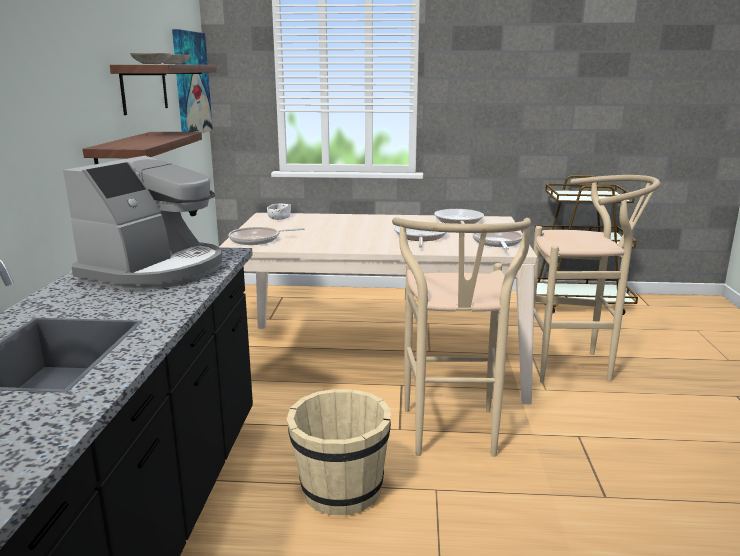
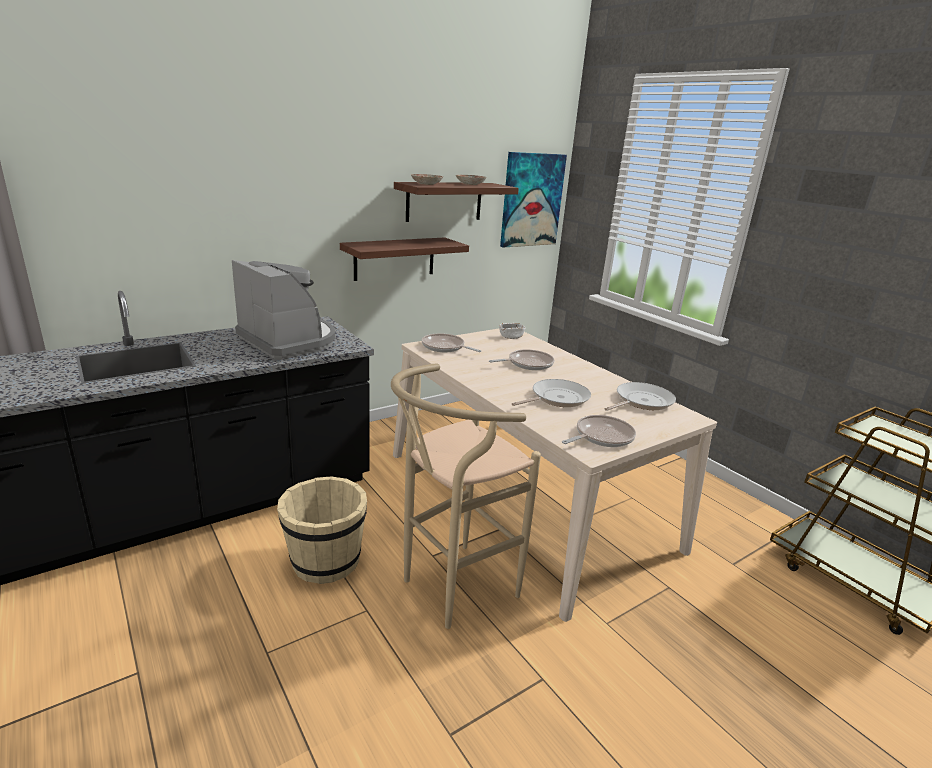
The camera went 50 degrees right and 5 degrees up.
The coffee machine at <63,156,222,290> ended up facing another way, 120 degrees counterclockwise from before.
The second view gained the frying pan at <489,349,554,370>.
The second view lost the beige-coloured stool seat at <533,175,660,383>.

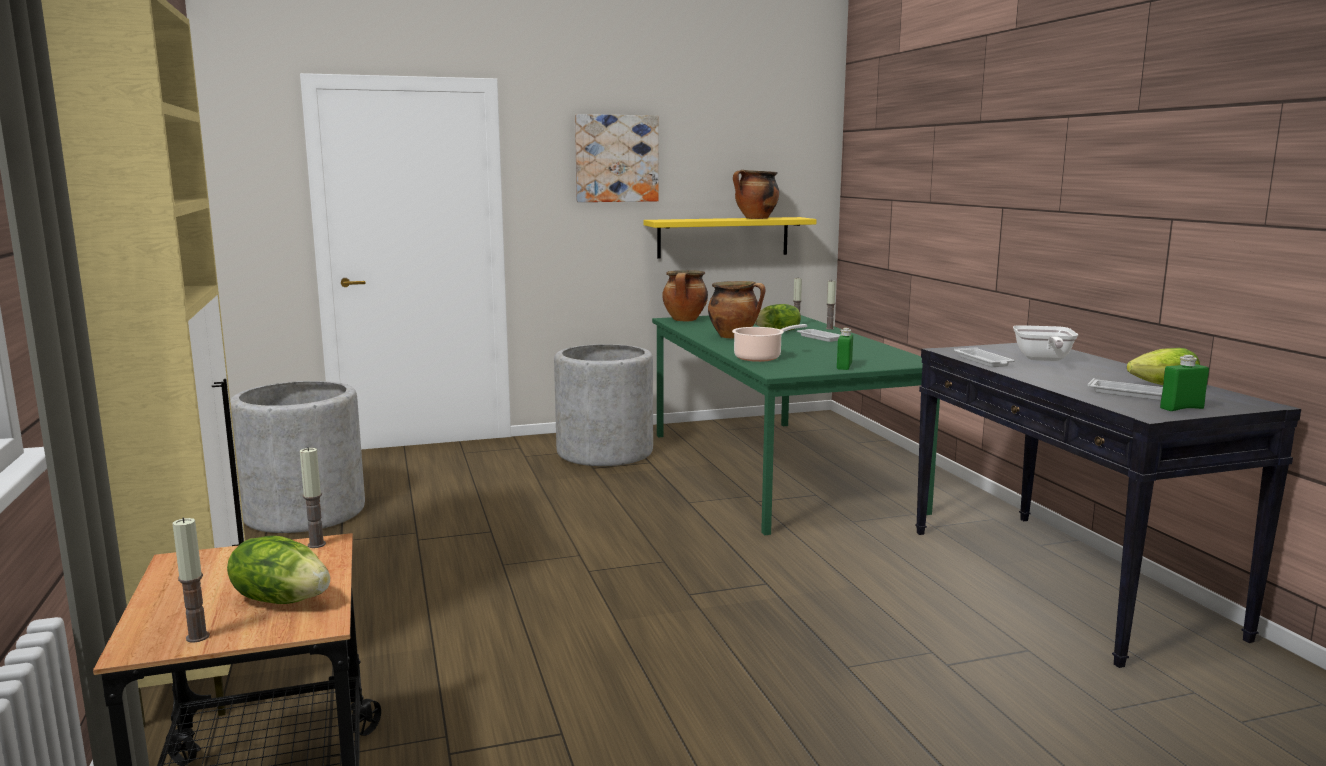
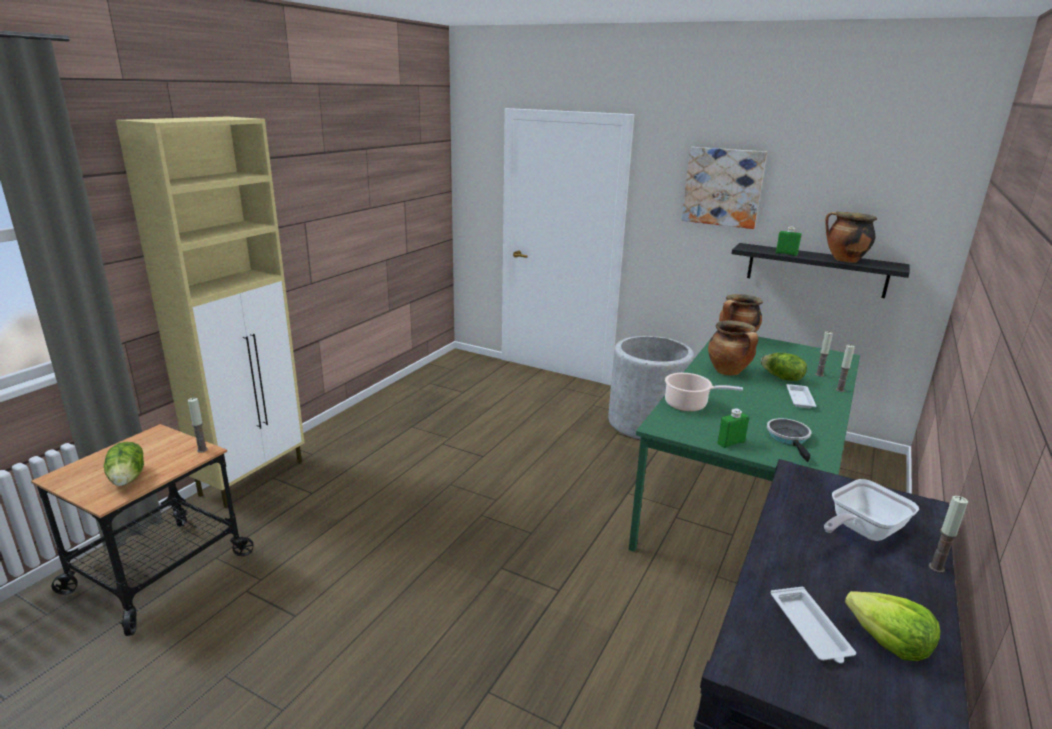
The camera went 45 degrees right and 10 degrees up.
What was the yellowish wall shelf at <643,217,817,259> turned into the black wall shelf at <732,243,910,298>.
The second view gained the frying pan at <767,418,811,462>.
The green-coloured bottle ended up elsewhere, having gone from <1160,355,1209,411> to <776,226,802,256>.
The candle ended up elsewhere, having gone from <173,518,210,643> to <929,496,968,573>.
The second view lost the gray flower pot at <230,381,365,533>.
The second view lost the white serving tray at <954,347,1015,367>.

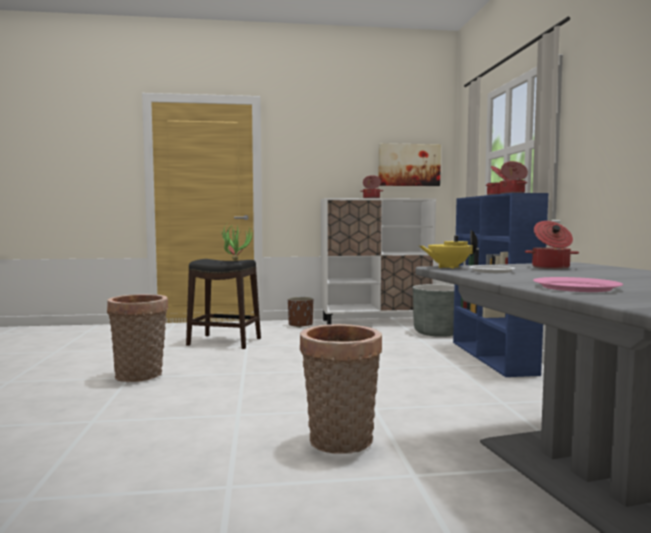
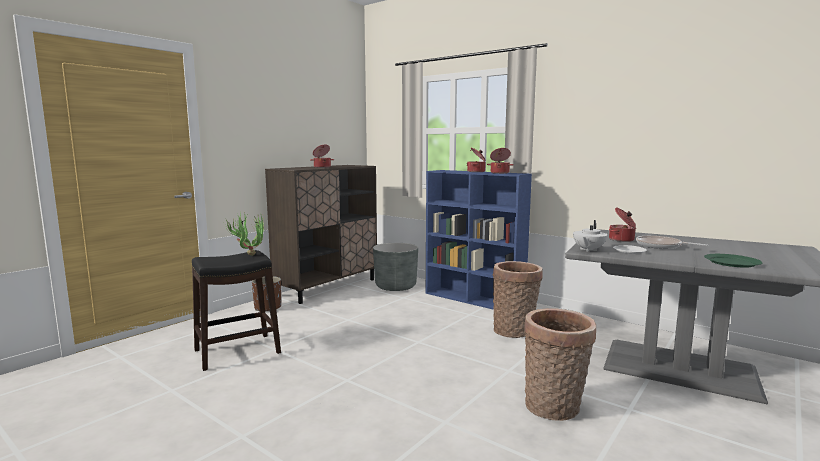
The camera went 45 degrees left and 5 degrees up.
What was the white storage cabinet at <321,198,436,325> turned into the brown storage cabinet at <265,165,377,304>.
The basket ended up elsewhere, having gone from <107,294,168,382> to <493,261,543,338>.
What was the yellowish teapot at <419,230,478,269> turned into the white teapot at <573,220,607,252>.
The second view gained the frying pan at <636,236,708,249>.
What was the pink plate at <533,277,623,292> turned into the green-coloured plate at <704,254,762,268>.
The second view lost the wall picture at <378,143,441,186>.

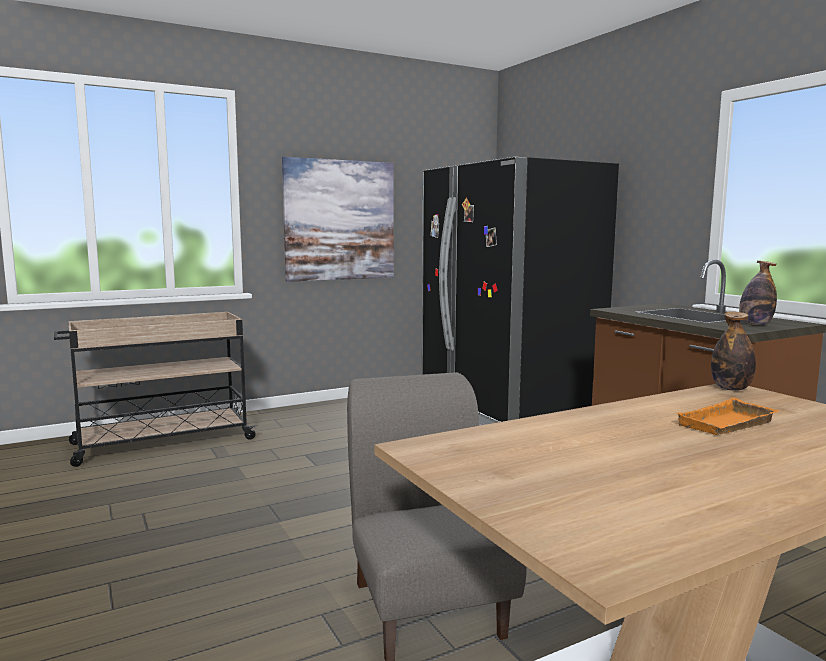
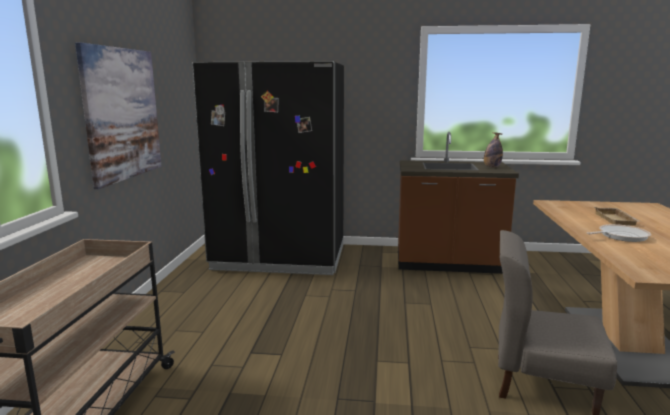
The camera went 55 degrees left and 5 degrees up.
The second view gained the frying pan at <587,224,651,242>.
What was the orange serving tray at <676,398,780,435> turned into the beige-coloured serving tray at <594,207,641,225>.
The second view lost the bottle at <711,311,756,391>.

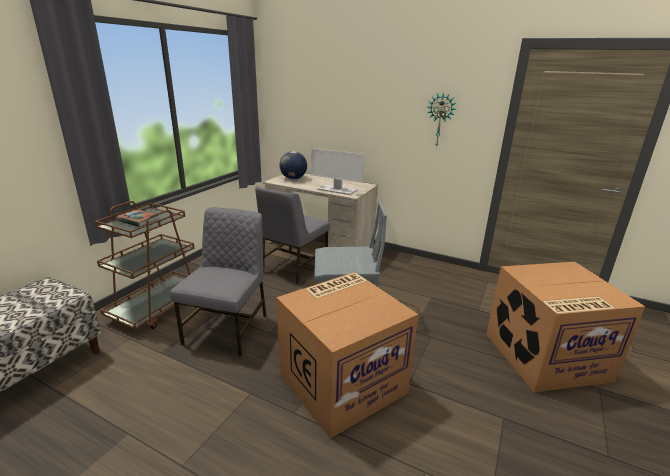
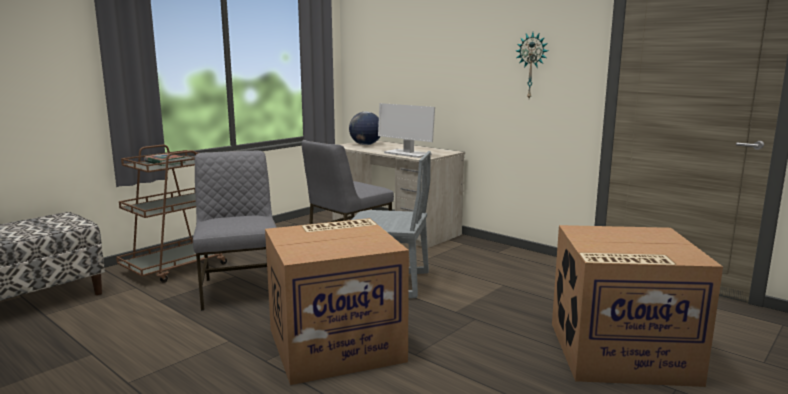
The camera went 15 degrees right and 10 degrees down.
The gray plain chair at <170,207,267,357> ended up facing another way, 45 degrees counterclockwise from before.

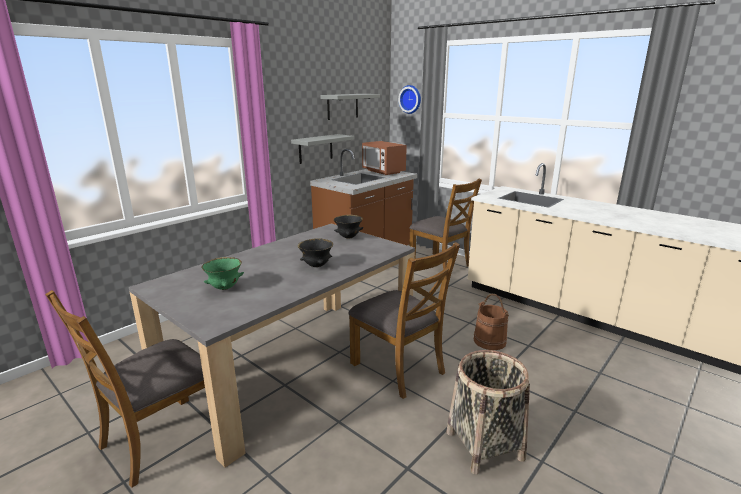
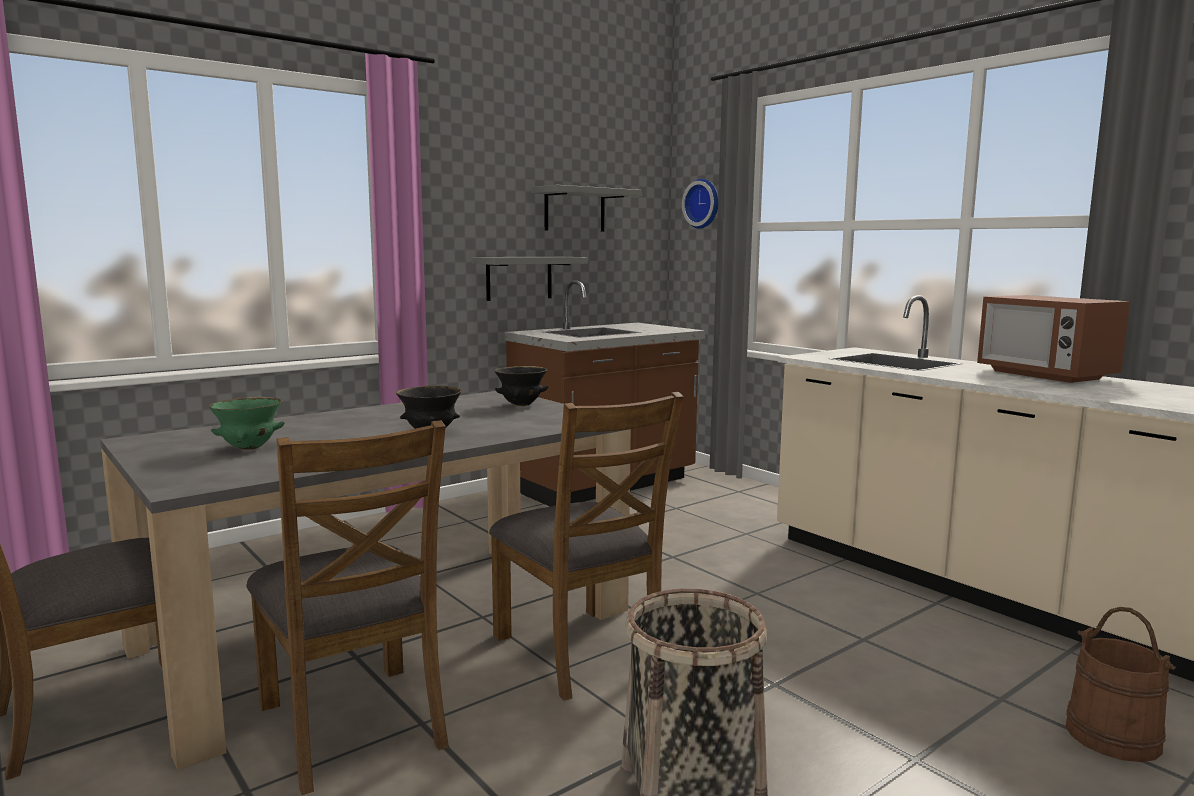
The camera went 10 degrees right and 10 degrees down.
The brown plain chair ended up elsewhere, having gone from <409,178,482,270> to <246,420,449,795>.
The kitchen microwave ended up elsewhere, having gone from <362,141,407,175> to <977,295,1130,383>.
The brown bucket ended up elsewhere, having gone from <473,294,509,350> to <1065,607,1176,762>.

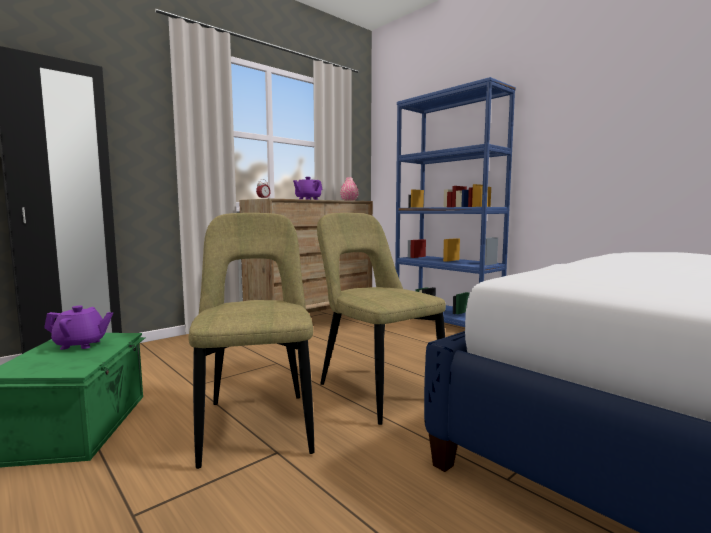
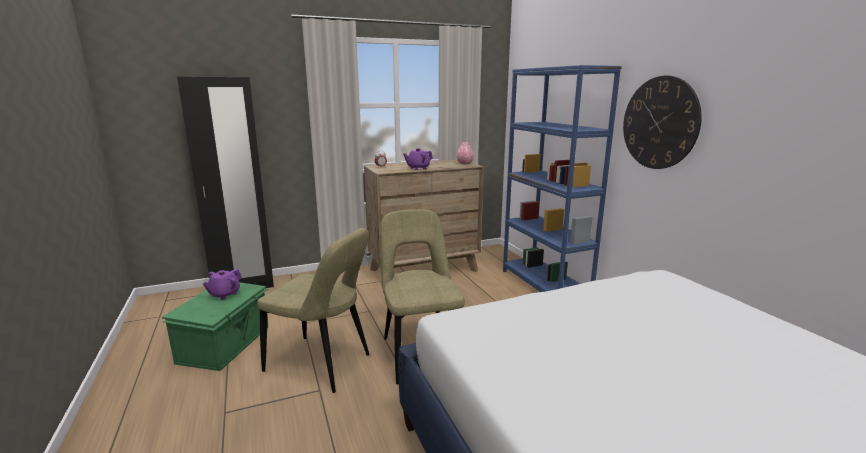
The camera went 20 degrees right and 10 degrees up.
The purple teapot at <44,306,113,350> ended up facing another way, 105 degrees clockwise from before.
The beige-coloured plain chair at <188,213,315,469> ended up facing another way, 105 degrees clockwise from before.
The second view gained the hanging clock at <623,76,702,169>.

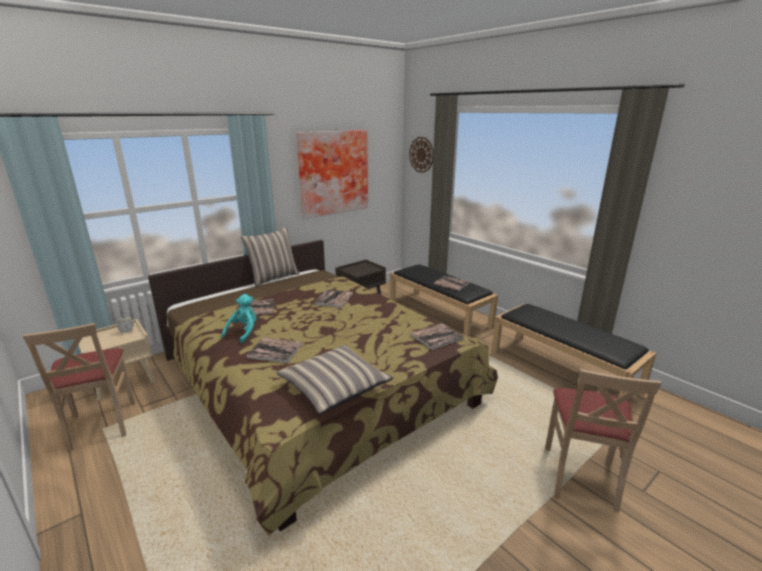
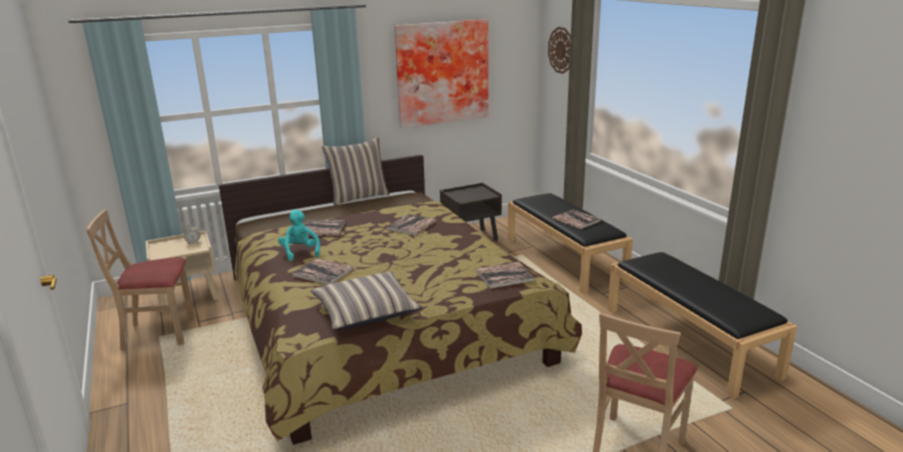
The camera went 15 degrees right and 0 degrees up.
The beige-coloured plain chair at <22,323,135,452> ended up facing another way, 90 degrees clockwise from before.
The blue-green plush toy at <221,294,257,344> ended up facing another way, 60 degrees counterclockwise from before.

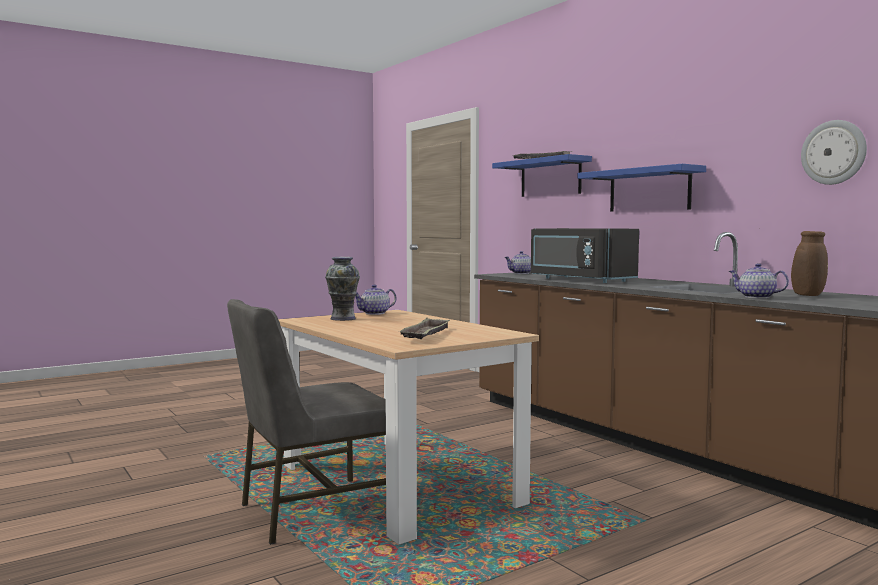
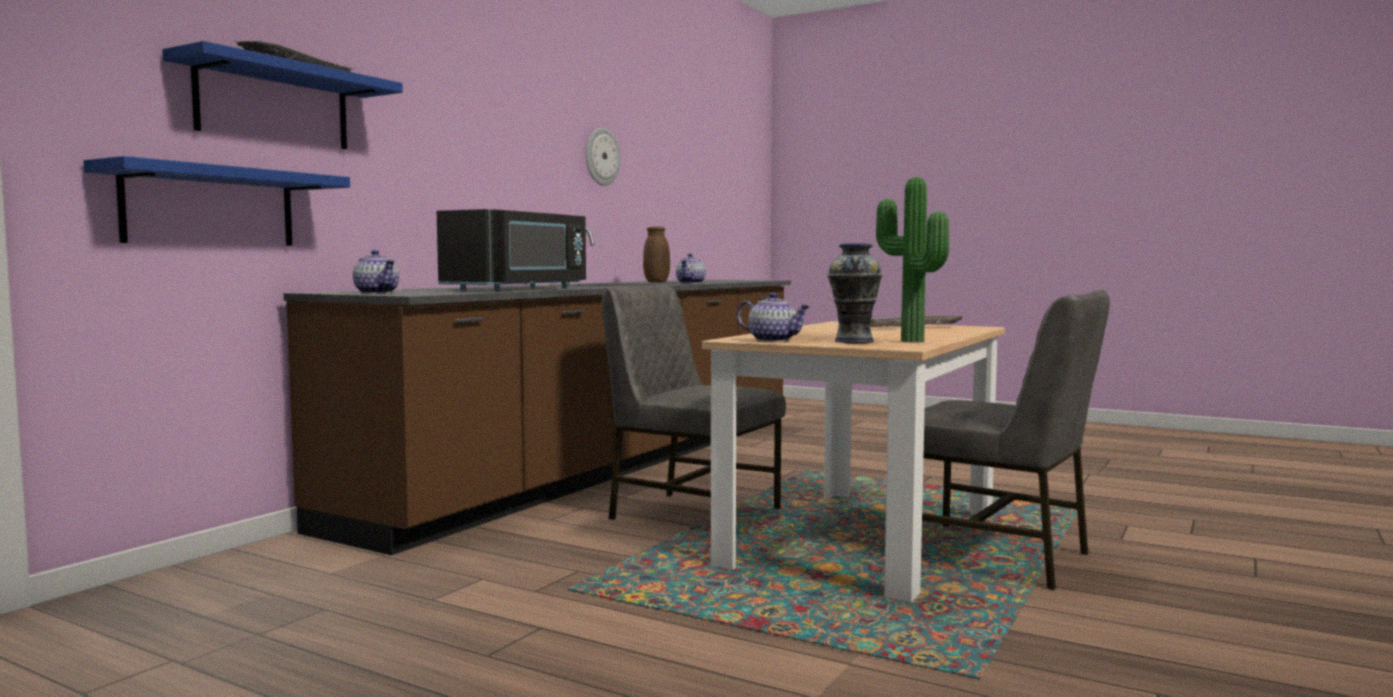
The camera went 115 degrees left and 0 degrees up.
The blue-coloured wall shelf ended up elsewhere, having gone from <577,164,706,211> to <83,156,350,246>.
The second view gained the gray plain chair at <602,285,786,520>.
The second view gained the plant in a pot at <876,177,949,342>.

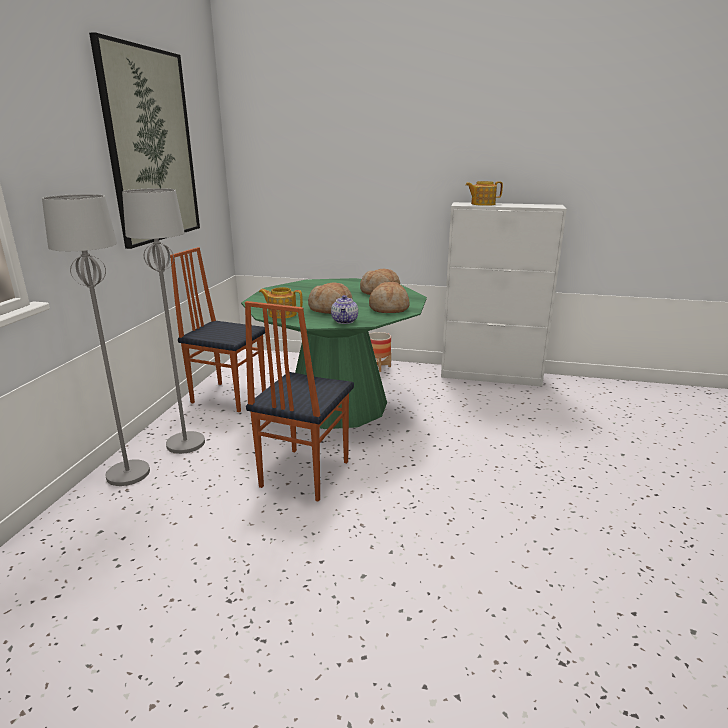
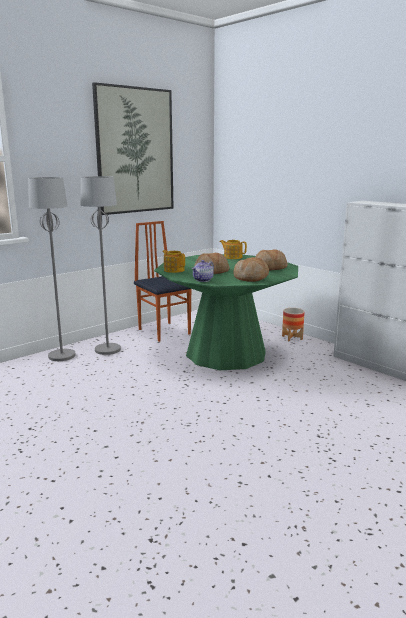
The camera went 35 degrees right and 5 degrees down.
The teapot ended up elsewhere, having gone from <466,181,503,206> to <220,240,247,259>.
The second view lost the plain chair at <245,301,354,502>.

